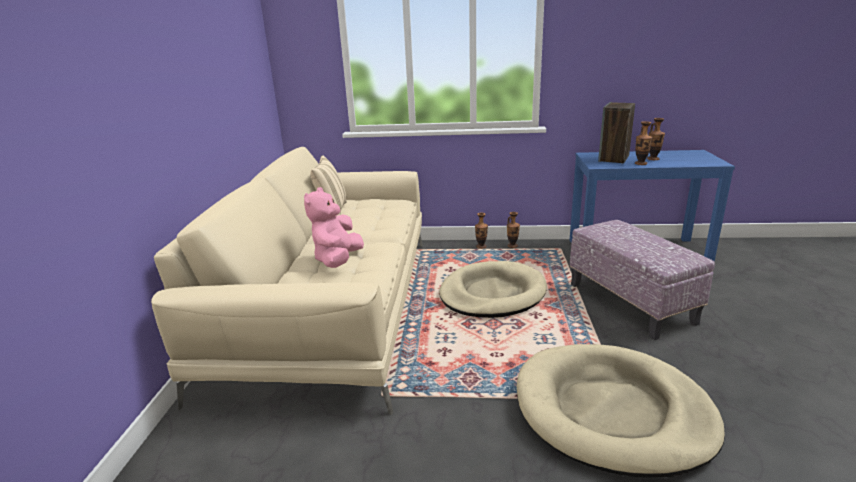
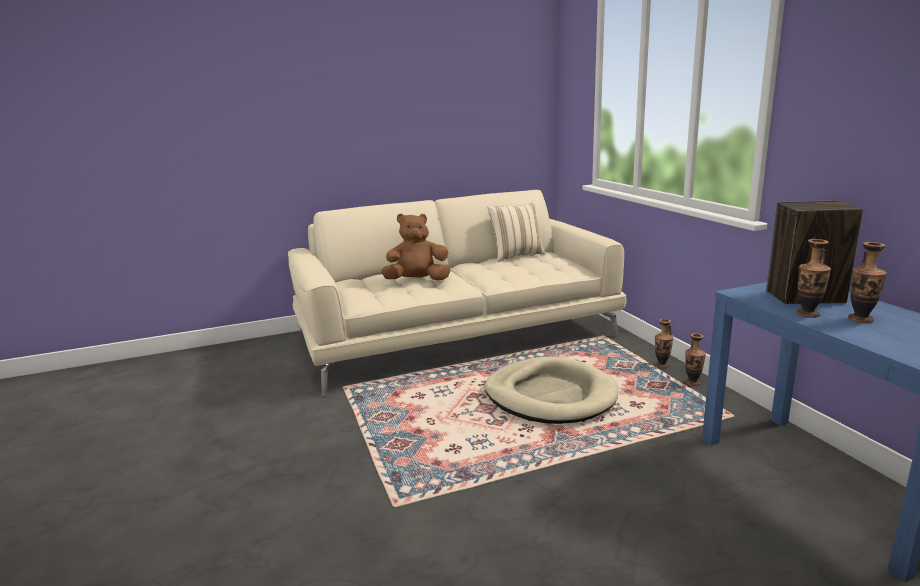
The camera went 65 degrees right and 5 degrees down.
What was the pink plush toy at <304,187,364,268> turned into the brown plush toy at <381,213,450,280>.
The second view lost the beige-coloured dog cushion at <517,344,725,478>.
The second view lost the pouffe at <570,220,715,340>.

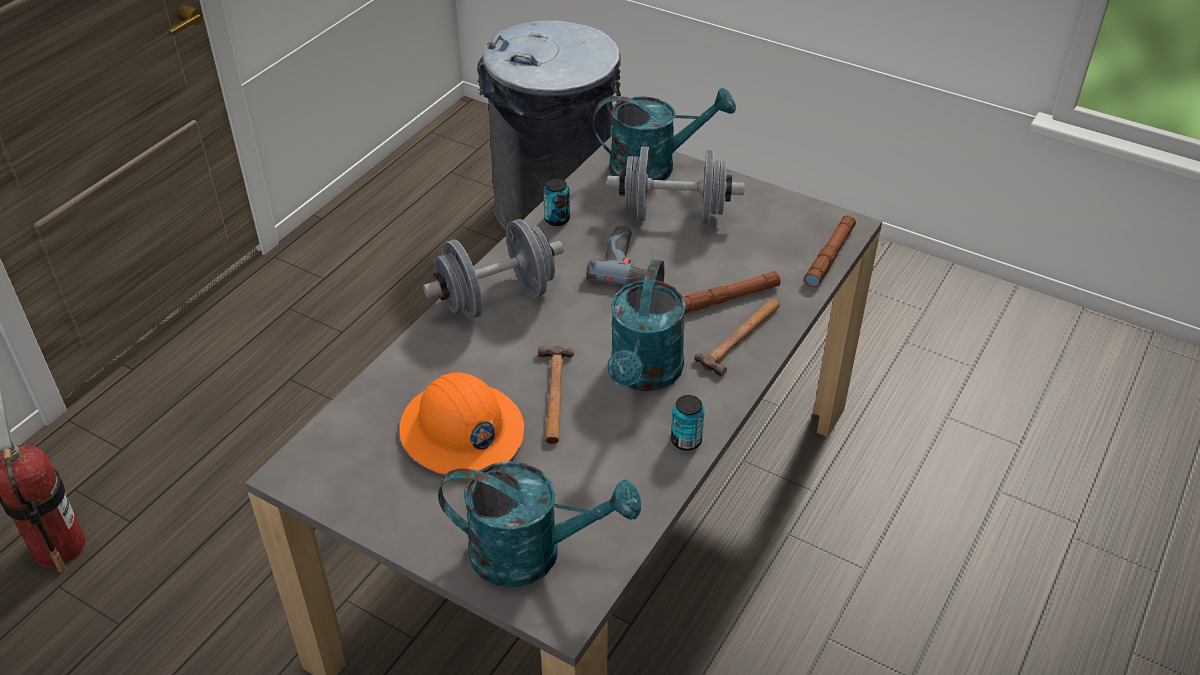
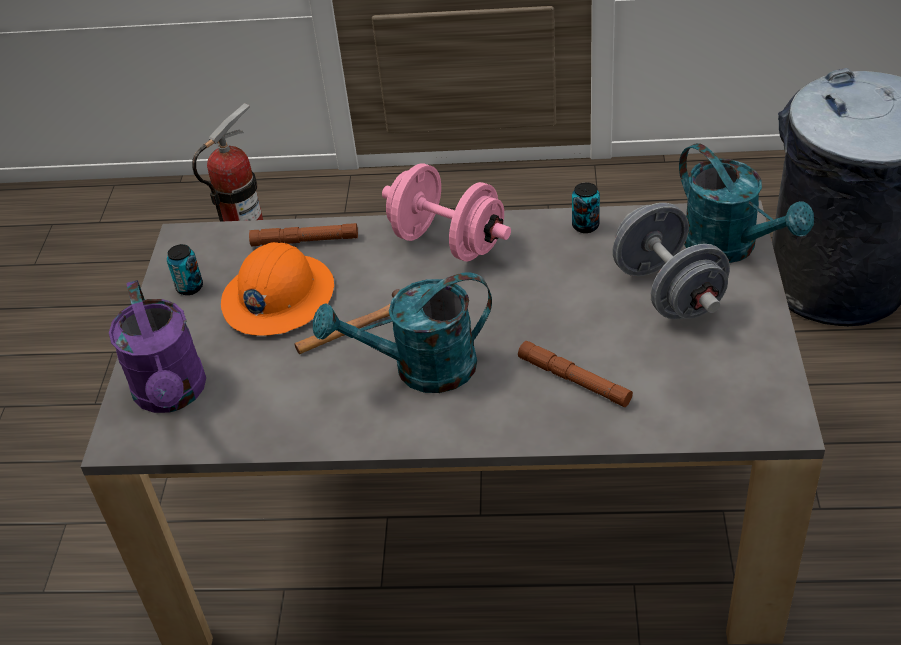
The camera went 65 degrees right and 0 degrees up.
What was the blue-green sprinkling can at <438,461,641,587> turned into the purple sprinkling can at <109,280,206,413>.
The sealed can ended up elsewhere, having gone from <671,395,705,451> to <167,244,203,295>.
The brown hand torch ended up elsewhere, having gone from <804,215,856,287> to <249,223,358,246>.
What was the gray hand weight at <423,219,564,319> turned into the pink hand weight at <382,163,511,261>.
The second view lost the power drill at <586,226,648,285>.
The second view lost the tool hammer at <694,299,780,377>.

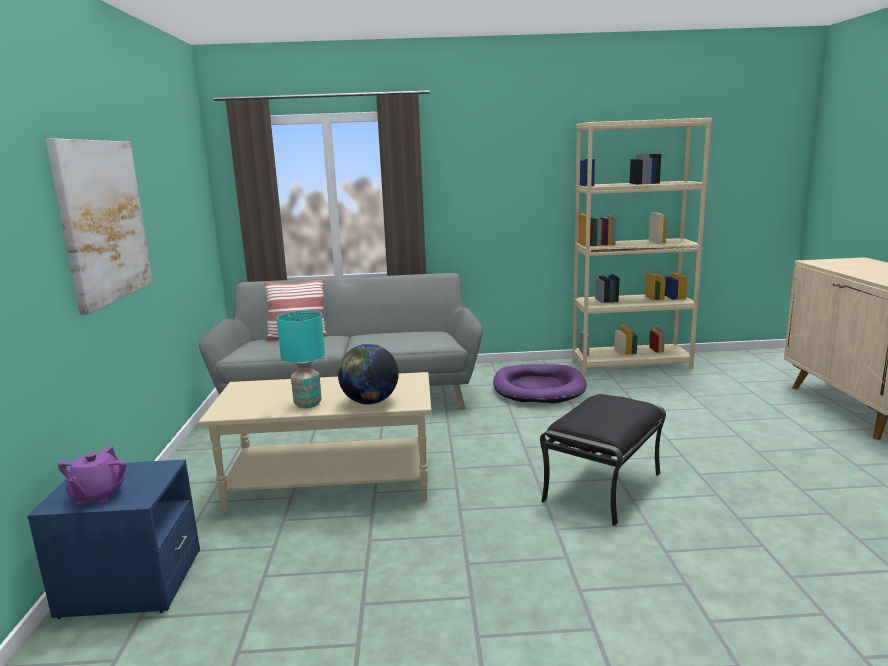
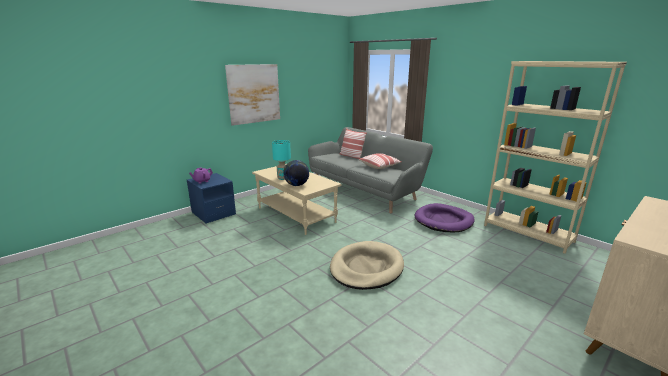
The camera went 50 degrees right and 5 degrees up.
Where the black pouffe stood at <540,394,666,526>, the beige-coloured dog cushion came to stand at <330,241,404,290>.
The second view gained the pillow at <359,153,402,169>.

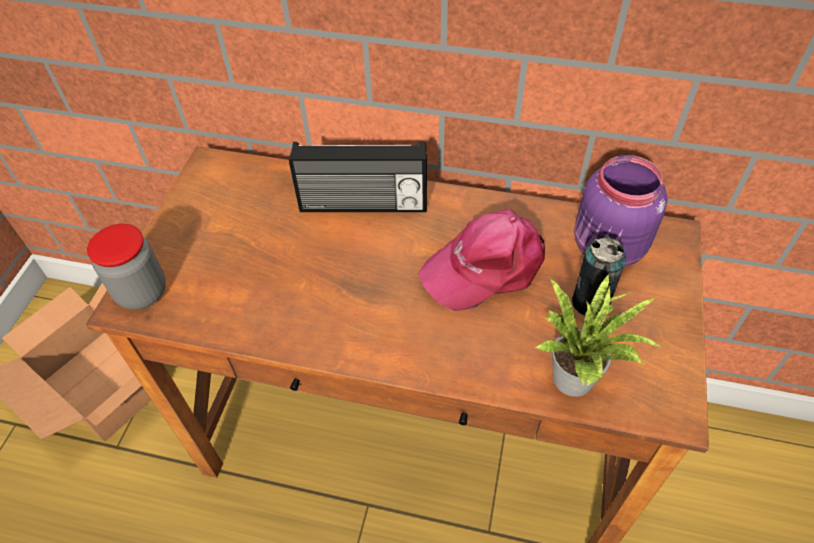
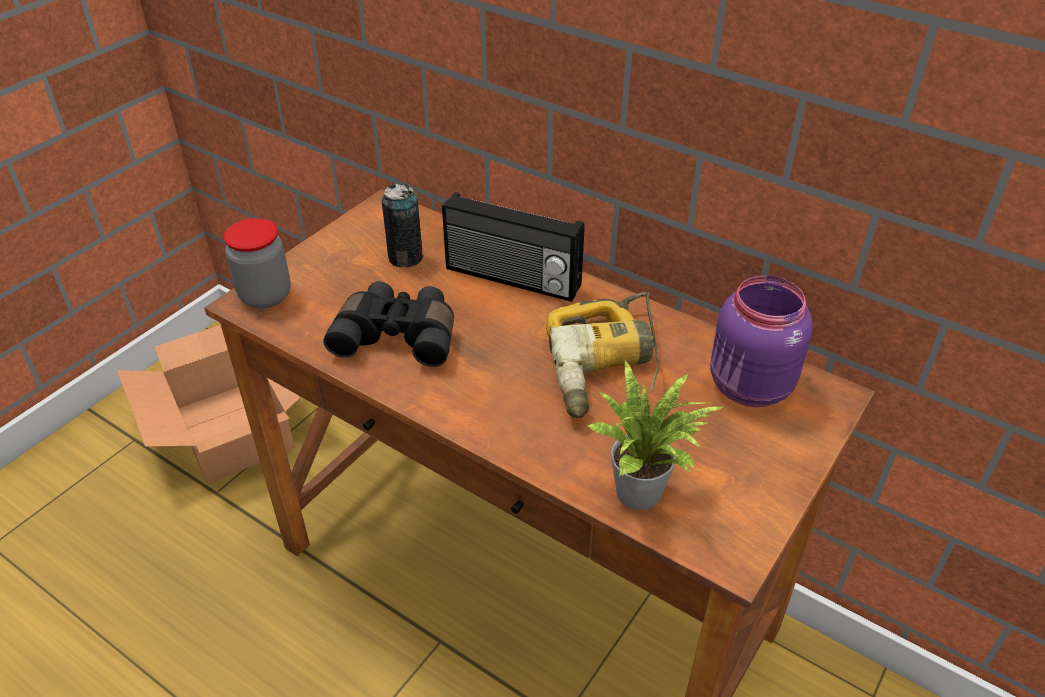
The camera went 20 degrees right and 10 degrees down.
The second view gained the black pair of binoculars at <324,281,454,367>.
The sealed can ended up elsewhere, having gone from <572,237,626,315> to <382,183,423,267>.
Where the pink peaked cap stood at <418,208,545,311>, the power drill came to stand at <546,291,660,418>.

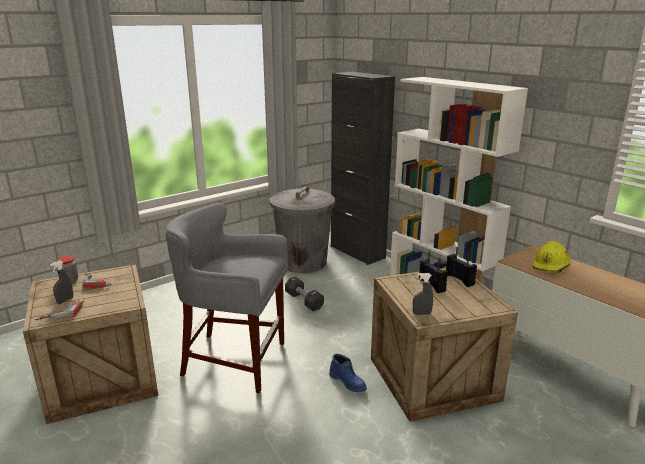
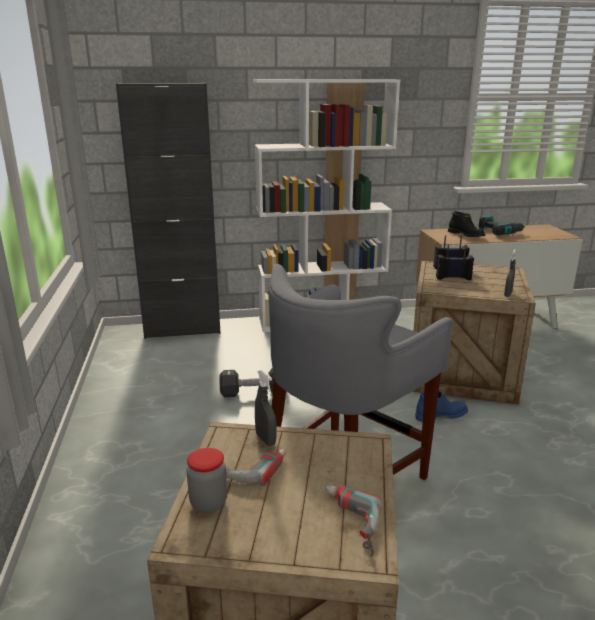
The camera went 60 degrees left and 0 degrees up.
The gray hand sprayer ended up elsewhere, having gone from <50,260,73,304> to <255,369,276,446>.
Where the yellowish safety helmet stood at <533,241,571,274>, the black high-top boot came to stand at <448,211,485,237>.
The second view gained the power drill at <479,216,525,235>.
The second view lost the gray waste bin at <270,187,335,273>.

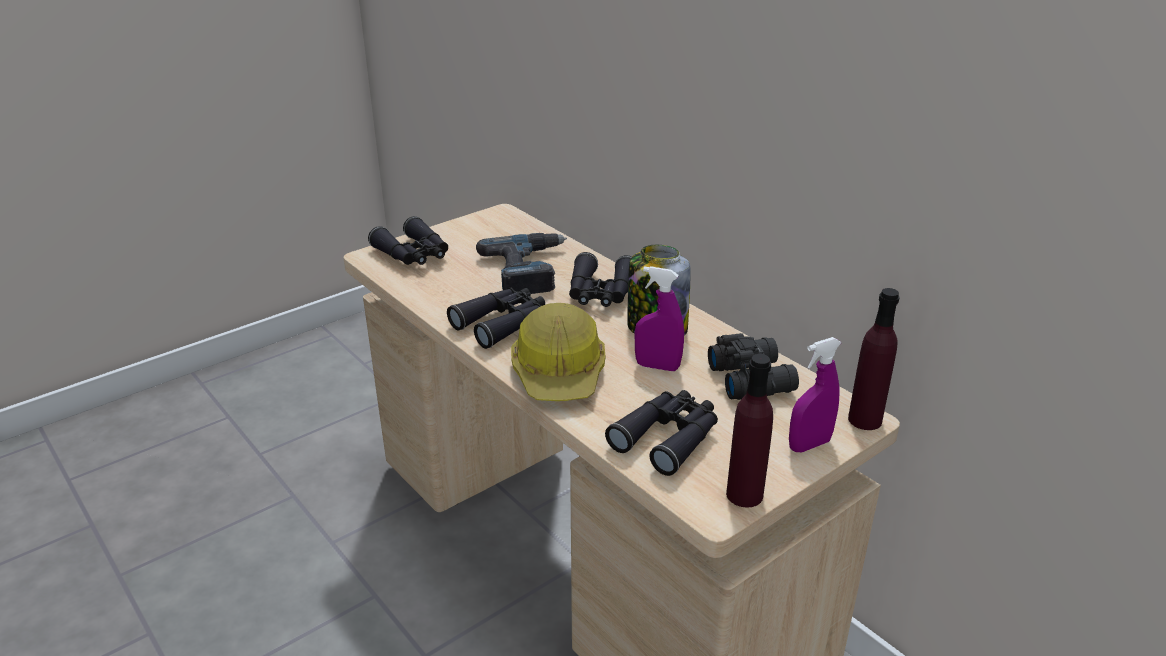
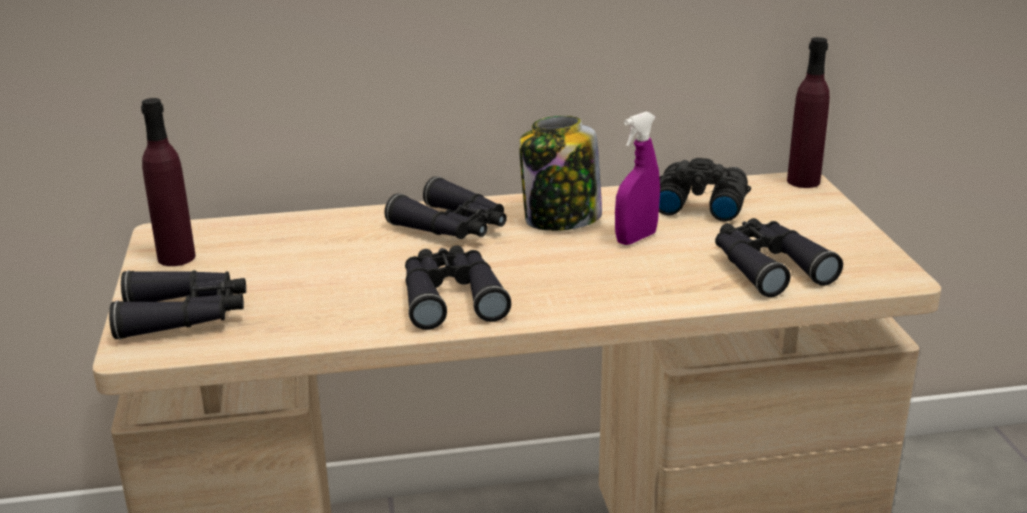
The camera went 60 degrees left and 5 degrees down.
The purple bottle ended up elsewhere, having gone from <726,354,773,507> to <141,98,196,266>.
The second view lost the power drill at <476,233,567,294>.
The second view lost the safety helmet at <511,303,605,401>.
The second view lost the purple hand sprayer at <789,337,842,452>.

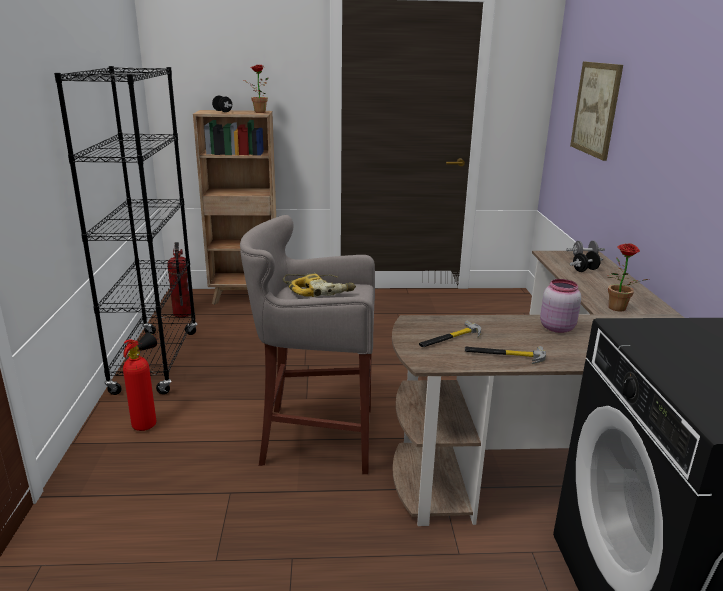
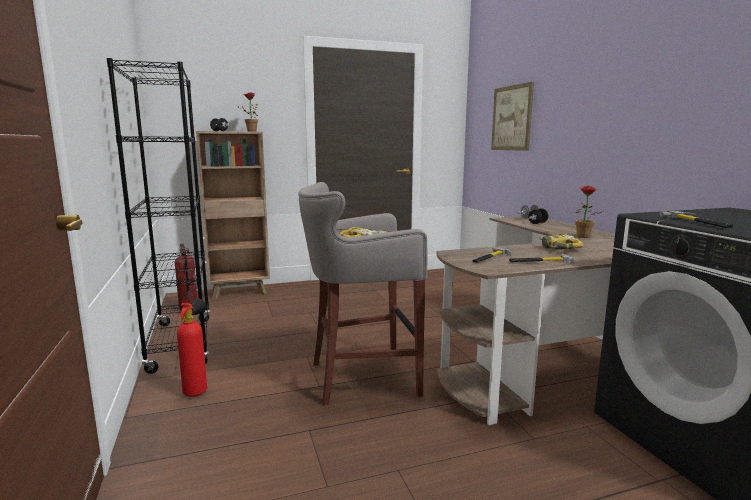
The camera went 15 degrees left and 10 degrees down.
Where the pink jar stood at <540,279,581,333>, the power drill came to stand at <539,233,583,249>.
The second view gained the tool hammer at <660,211,733,228>.

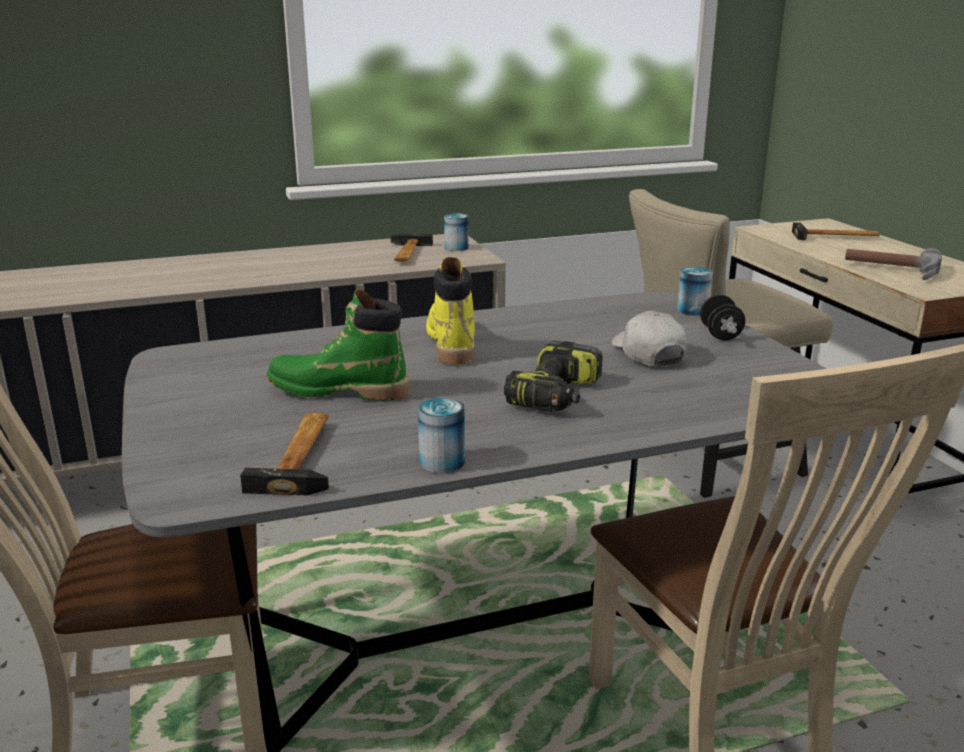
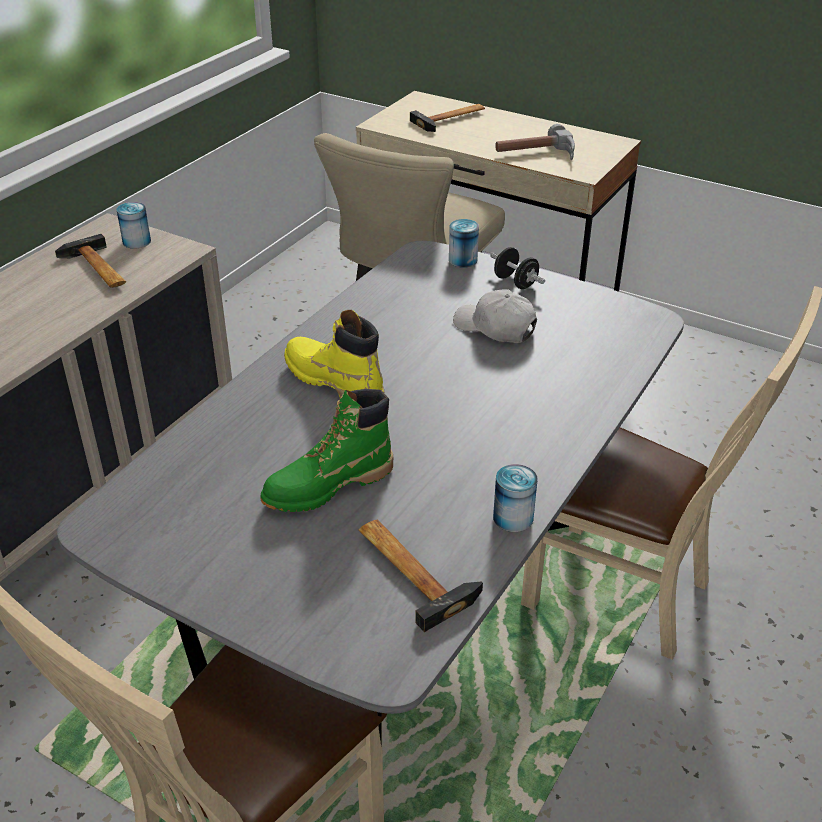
The camera went 40 degrees left and 15 degrees up.
The second view lost the power drill at <504,341,602,412>.

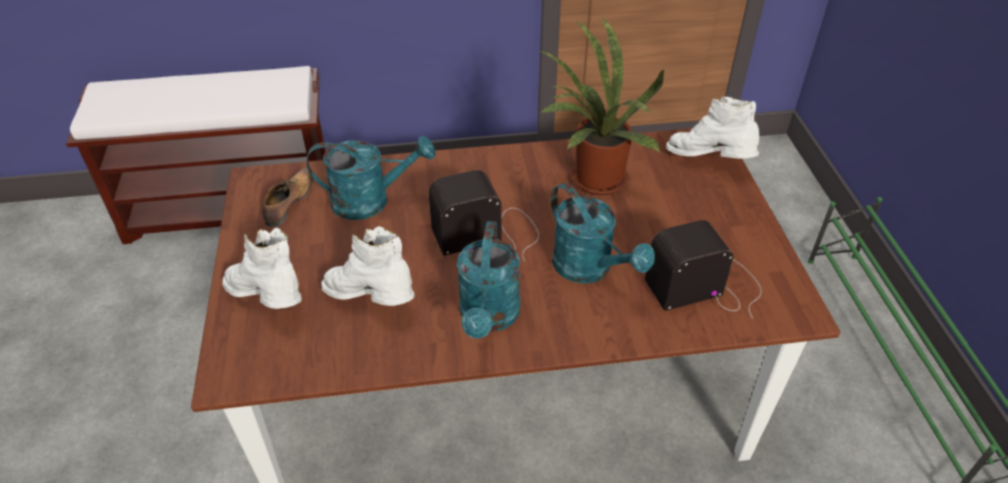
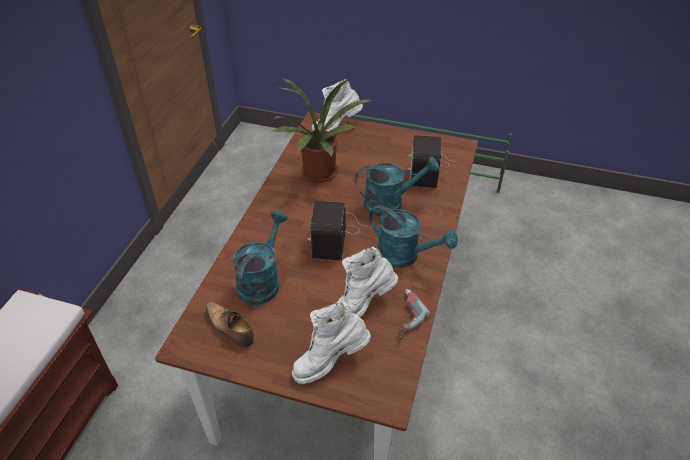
The camera went 65 degrees left and 0 degrees up.
The second view gained the power drill at <397,289,431,341>.

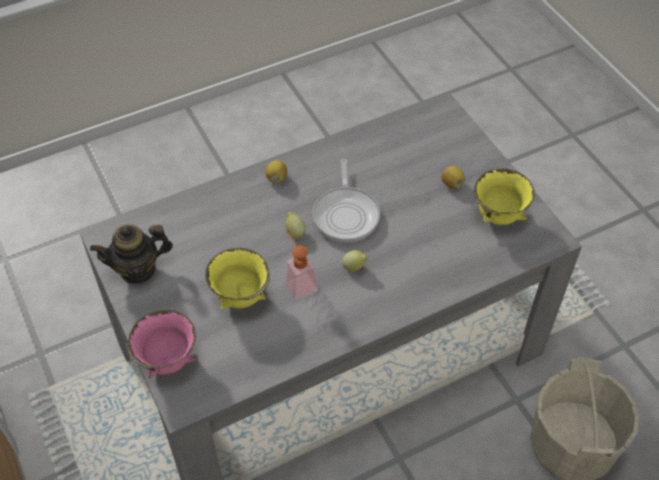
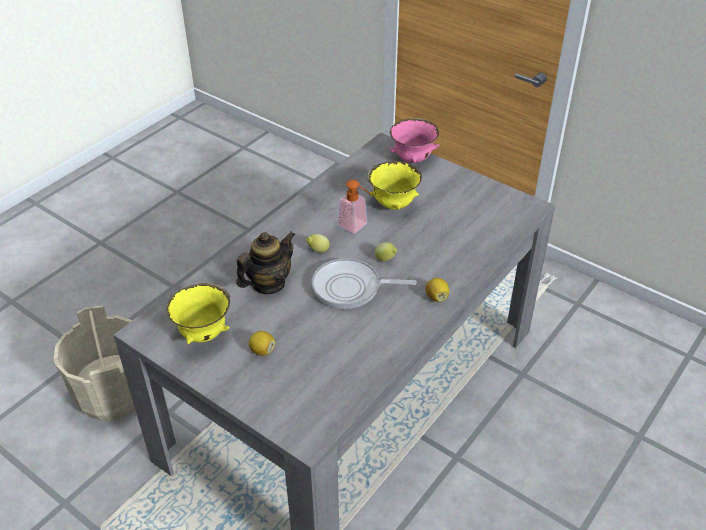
The camera went 155 degrees right and 10 degrees down.
The teapot ended up elsewhere, having gone from <90,224,173,284> to <236,232,295,294>.
The frying pan at <312,159,380,243> ended up facing another way, 60 degrees counterclockwise from before.

